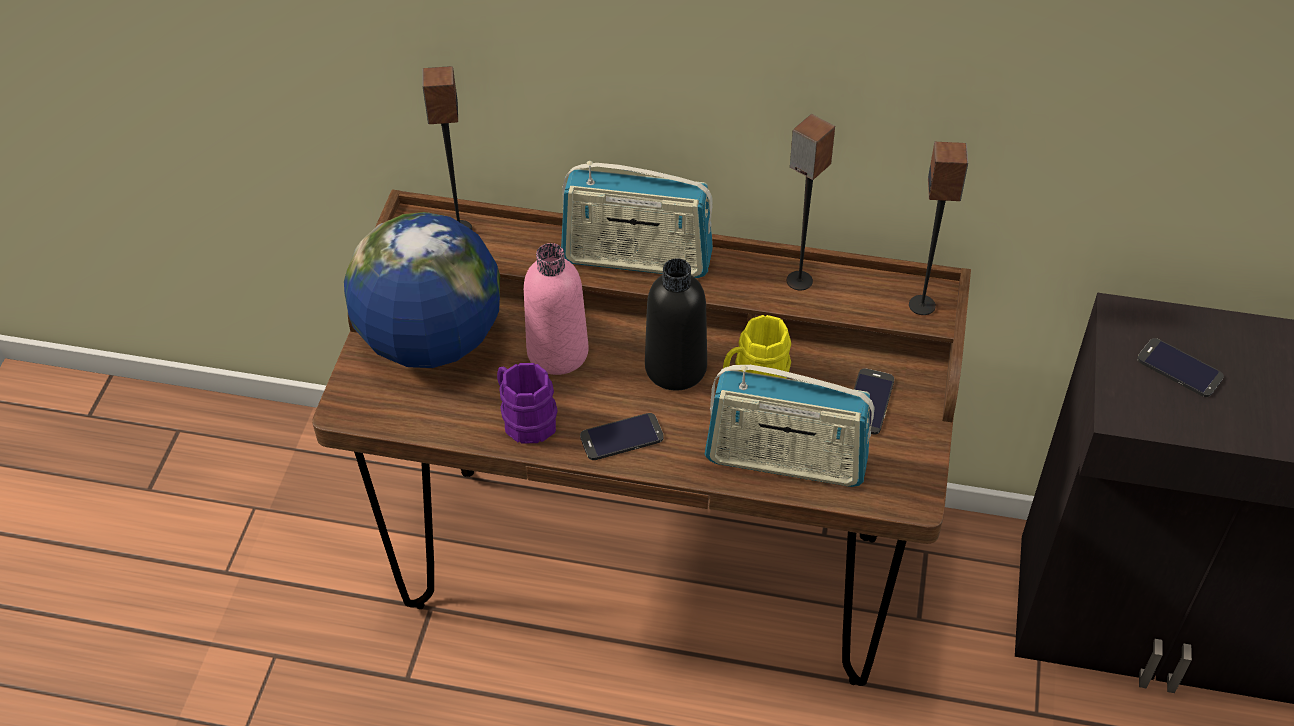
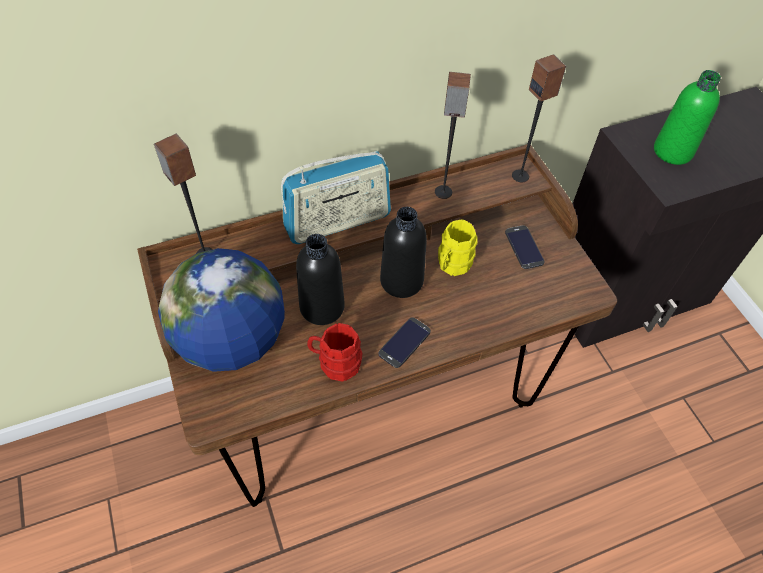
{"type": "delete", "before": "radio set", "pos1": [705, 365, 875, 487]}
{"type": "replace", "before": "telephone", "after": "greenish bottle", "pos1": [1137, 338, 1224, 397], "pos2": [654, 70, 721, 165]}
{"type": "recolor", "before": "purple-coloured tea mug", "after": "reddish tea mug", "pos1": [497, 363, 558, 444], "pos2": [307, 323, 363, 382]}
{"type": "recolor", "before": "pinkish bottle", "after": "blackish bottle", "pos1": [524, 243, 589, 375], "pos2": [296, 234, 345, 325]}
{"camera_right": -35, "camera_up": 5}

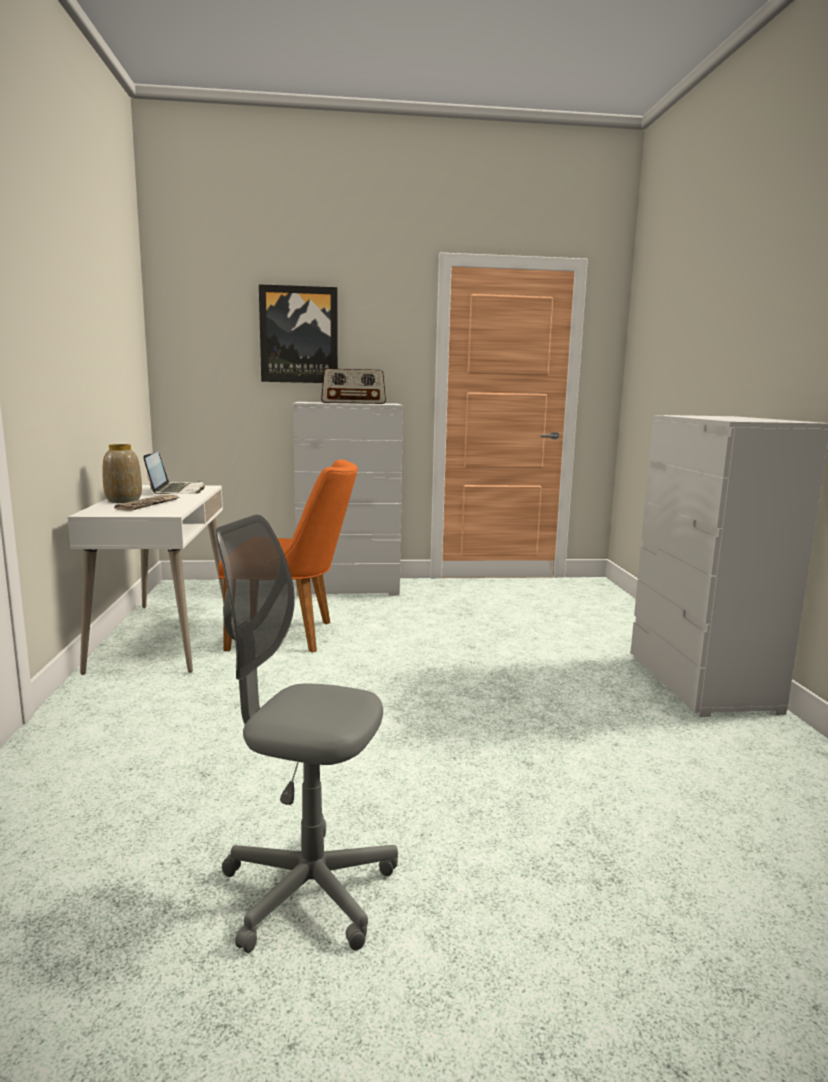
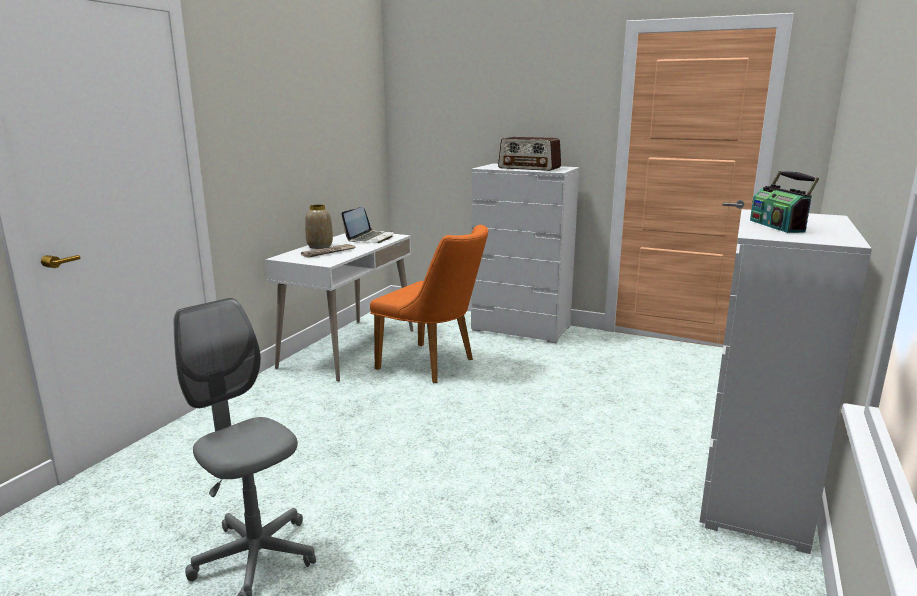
{"type": "delete", "before": "picture", "pos1": [259, 284, 338, 383]}
{"type": "insert", "after": "radio set", "pos2": [750, 171, 819, 233]}
{"camera_right": 30, "camera_up": 5}

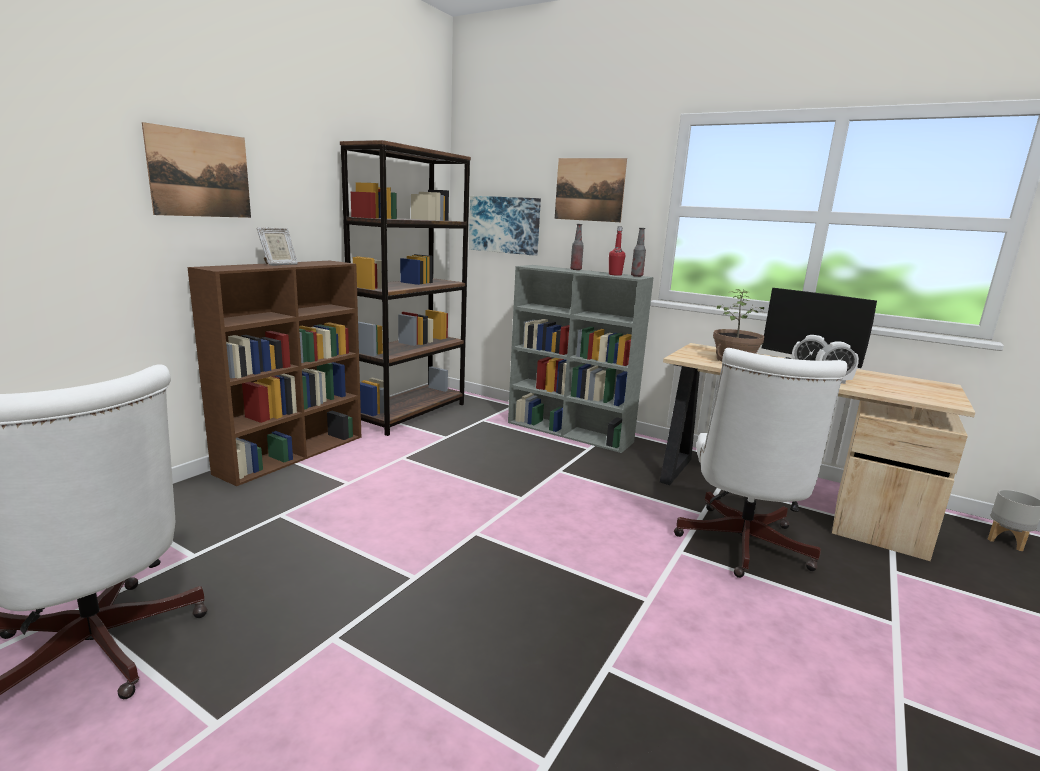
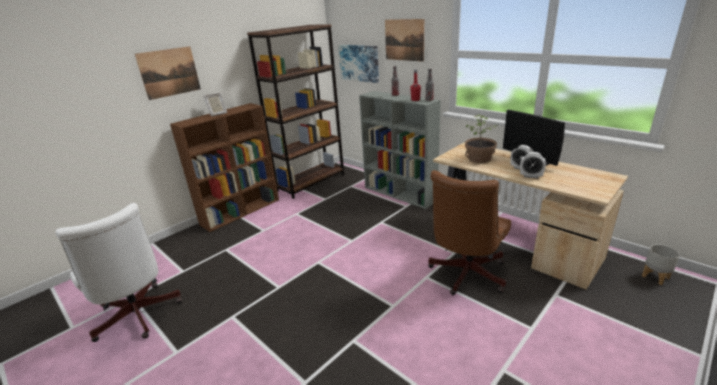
{"type": "recolor", "before": "white computer chair", "after": "brownish computer chair", "pos1": [674, 348, 847, 578], "pos2": [428, 170, 511, 295]}
{"camera_right": 15, "camera_up": 10}

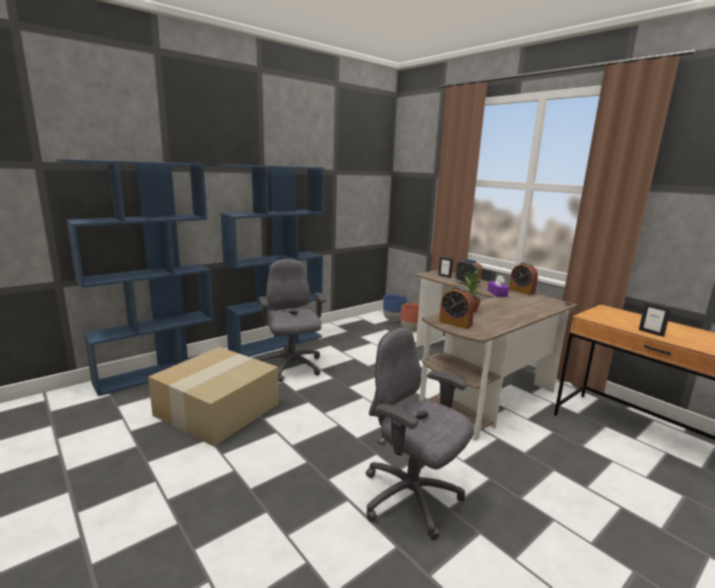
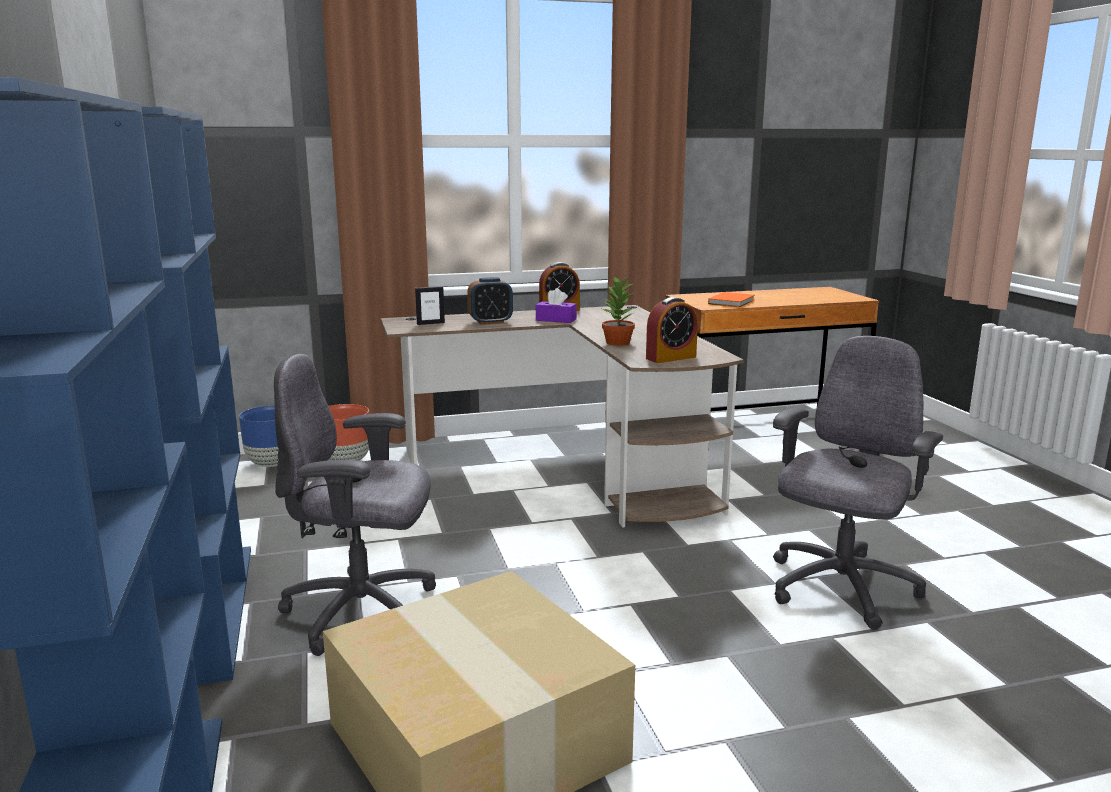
{"type": "delete", "before": "standing frame", "pos1": [639, 302, 671, 337]}
{"type": "insert", "after": "orangey bound book", "pos2": [708, 292, 755, 307]}
{"type": "rotate", "before": "grey computer chair", "pos1": [366, 328, 474, 540], "pos2": [773, 336, 943, 630], "turn": 150}
{"camera_right": -65, "camera_up": 0}

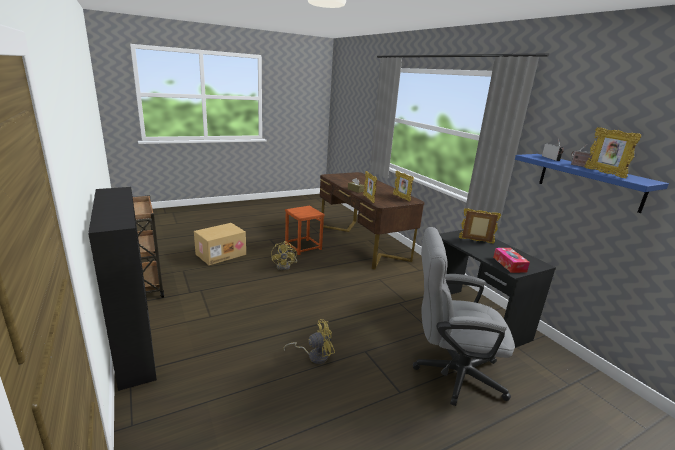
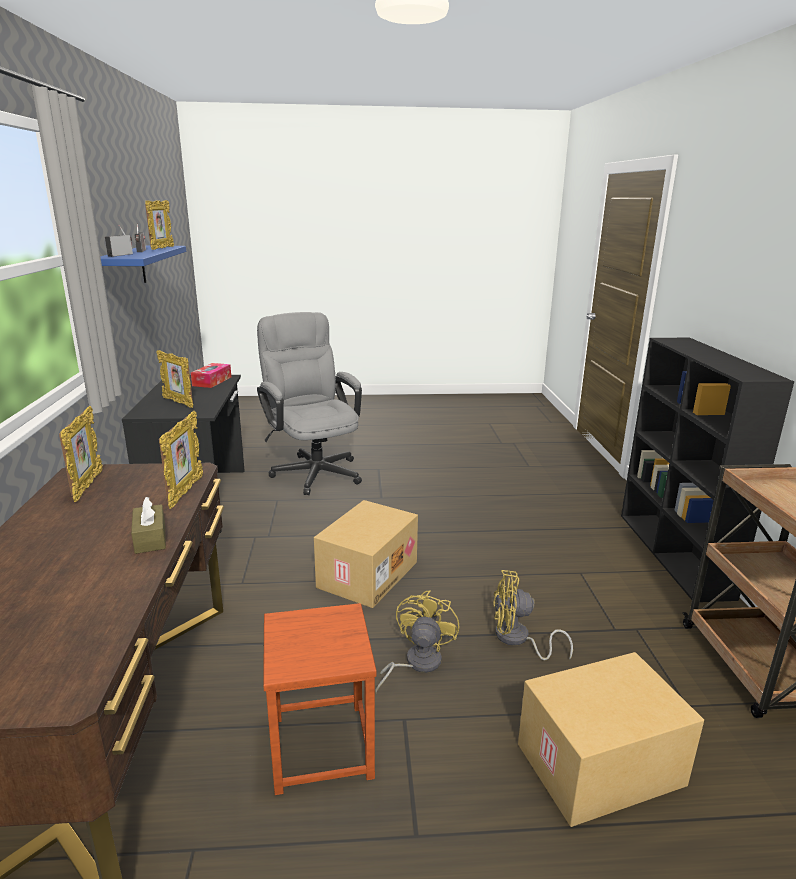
{"type": "insert", "after": "carton", "pos2": [314, 500, 418, 608]}
{"type": "move", "before": "yellowish fan", "pos1": [284, 319, 335, 364], "pos2": [493, 570, 573, 660]}
{"type": "rotate", "before": "grey computer chair", "pos1": [413, 227, 515, 406], "pos2": [257, 312, 362, 495], "turn": -150}
{"camera_right": -155, "camera_up": 0}

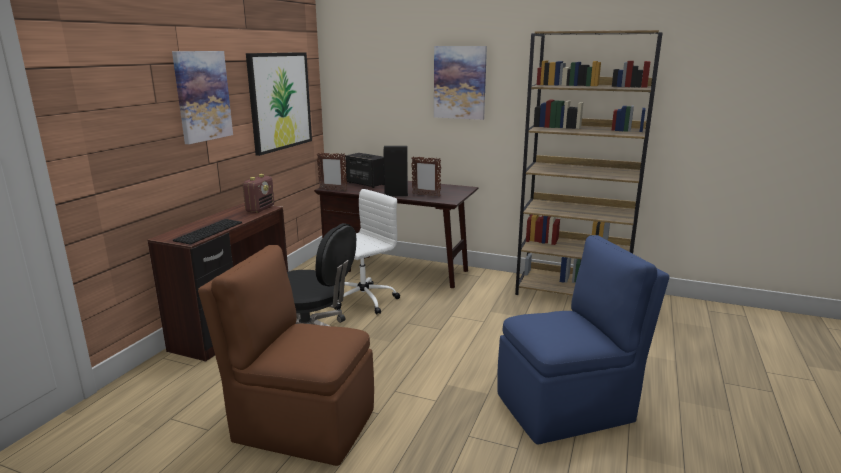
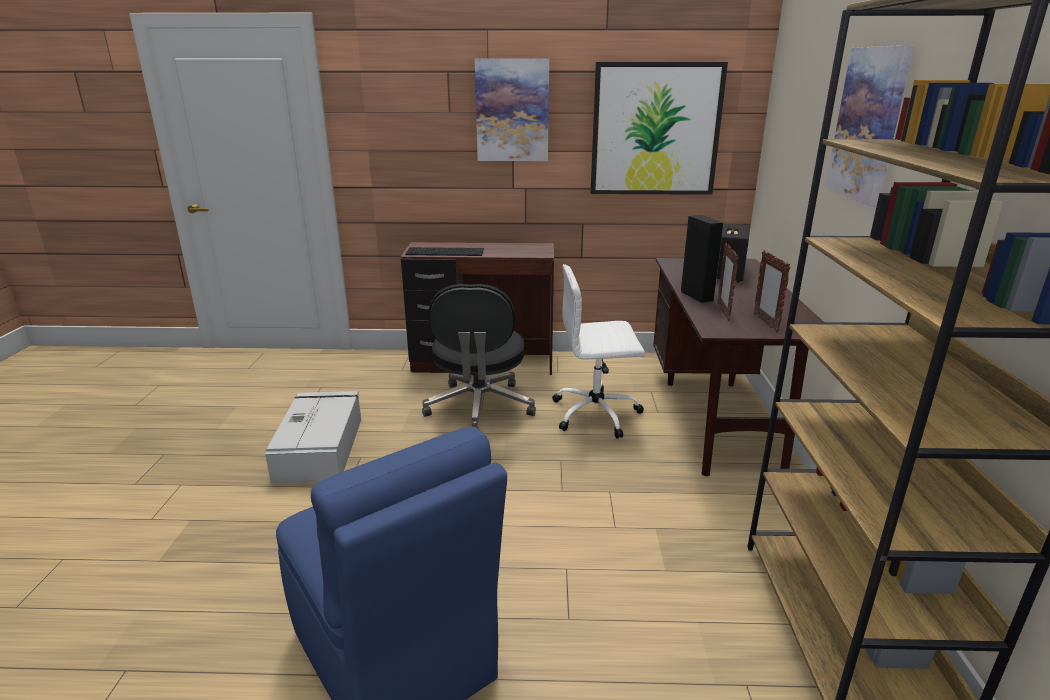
{"type": "delete", "before": "radio set", "pos1": [243, 174, 274, 213]}
{"type": "move", "before": "standing frame", "pos1": [316, 153, 347, 191], "pos2": [754, 250, 791, 332]}
{"type": "replace", "before": "brownish upright chair", "after": "grey storage box", "pos1": [198, 245, 374, 466], "pos2": [265, 391, 361, 484]}
{"type": "rotate", "before": "white computer chair", "pos1": [334, 189, 400, 314], "pos2": [552, 264, 645, 439], "turn": 150}
{"camera_right": 70, "camera_up": 5}

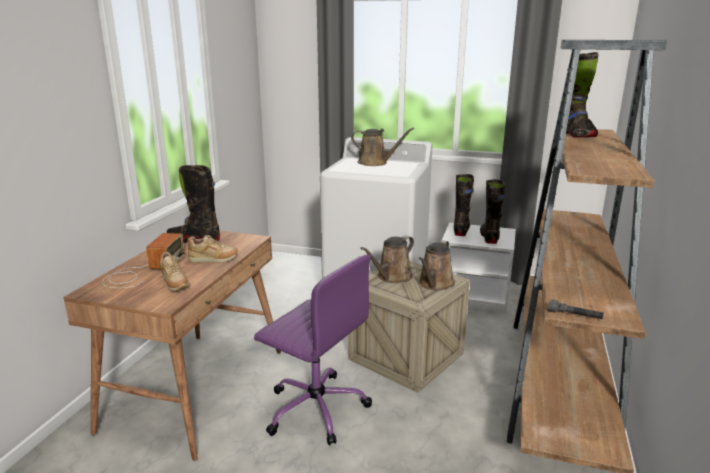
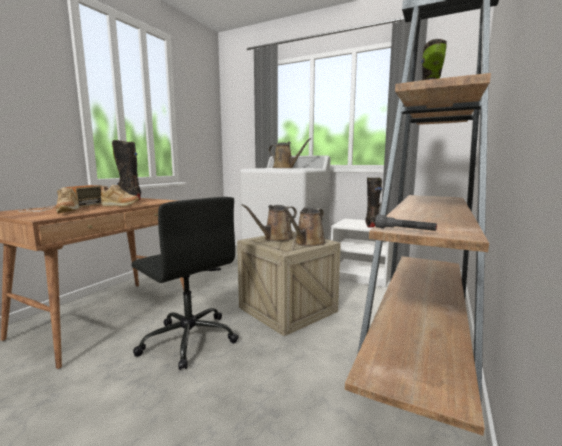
{"type": "delete", "before": "blackish high-top boot", "pos1": [454, 174, 474, 236]}
{"type": "recolor", "before": "purple-coloured computer chair", "after": "blackish computer chair", "pos1": [254, 255, 372, 446], "pos2": [132, 197, 239, 370]}
{"camera_right": 10, "camera_up": -10}

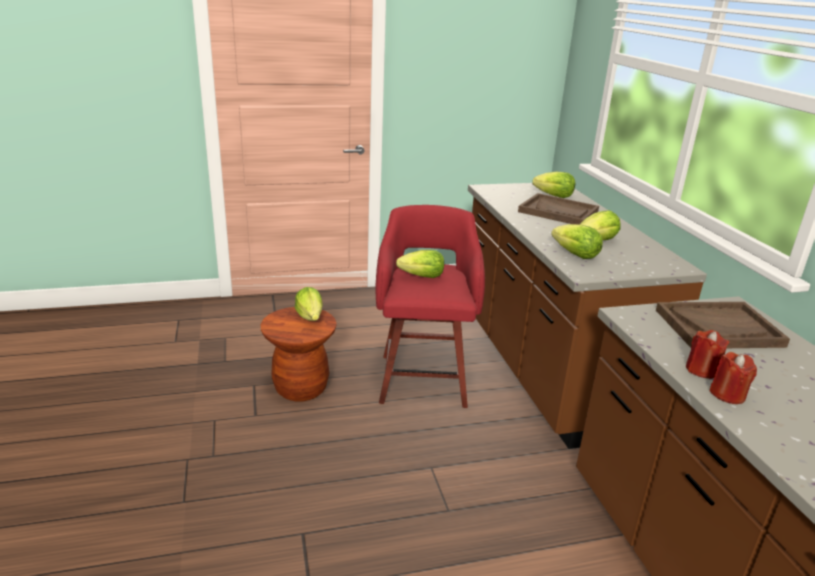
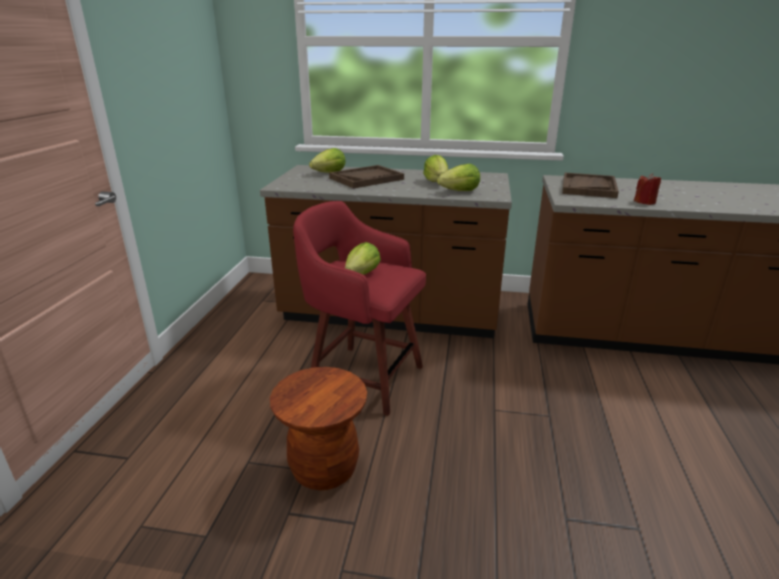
{"type": "delete", "before": "lettuce head", "pos1": [295, 287, 323, 321]}
{"type": "delete", "before": "reddish candle", "pos1": [709, 352, 757, 404]}
{"camera_right": -65, "camera_up": 0}

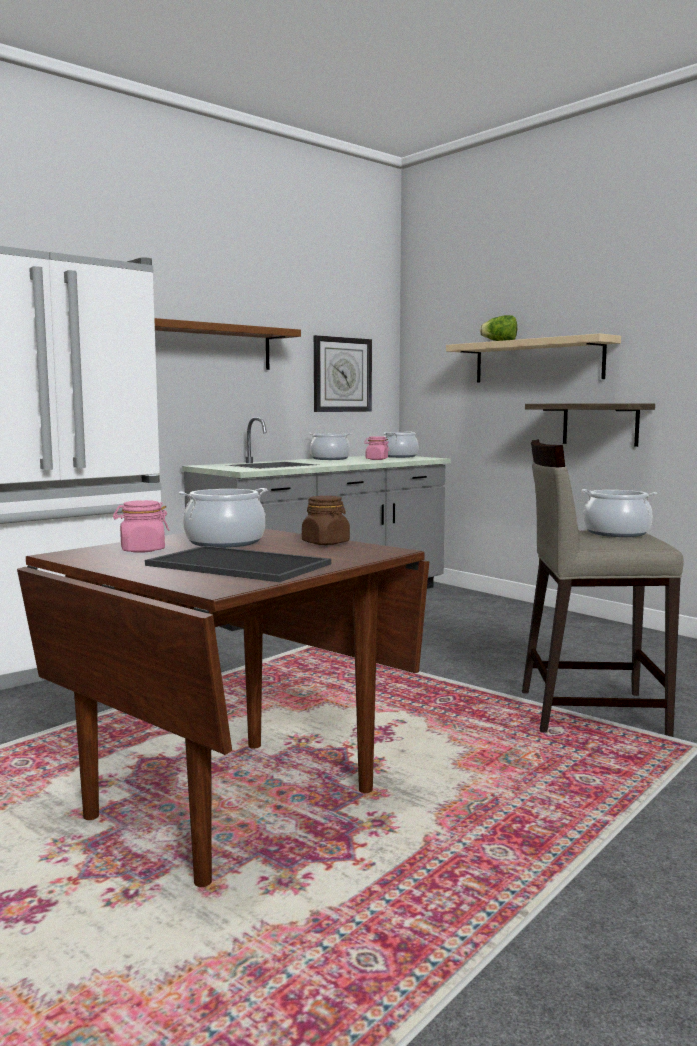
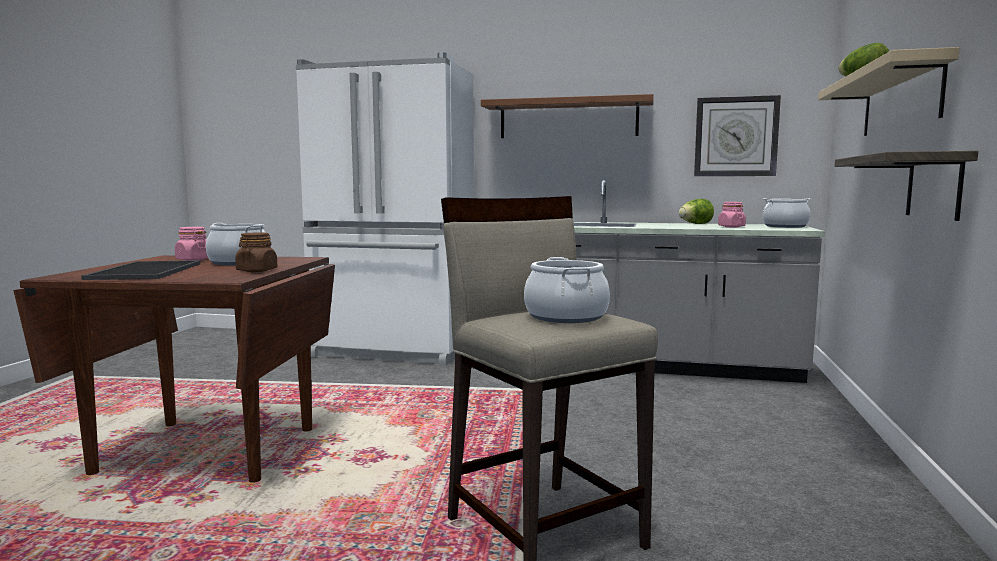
{"type": "replace", "before": "saucepot", "after": "lettuce head", "pos1": [308, 433, 352, 460], "pos2": [678, 199, 714, 224]}
{"camera_right": 55, "camera_up": 0}

